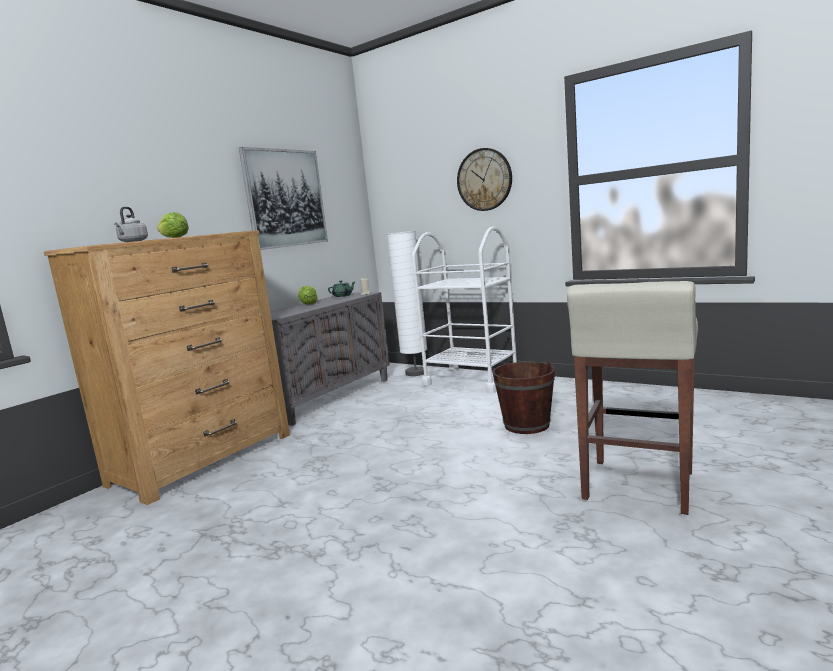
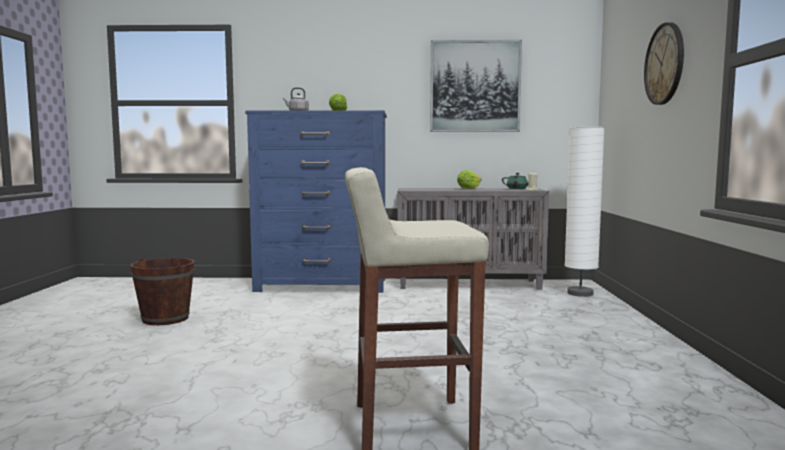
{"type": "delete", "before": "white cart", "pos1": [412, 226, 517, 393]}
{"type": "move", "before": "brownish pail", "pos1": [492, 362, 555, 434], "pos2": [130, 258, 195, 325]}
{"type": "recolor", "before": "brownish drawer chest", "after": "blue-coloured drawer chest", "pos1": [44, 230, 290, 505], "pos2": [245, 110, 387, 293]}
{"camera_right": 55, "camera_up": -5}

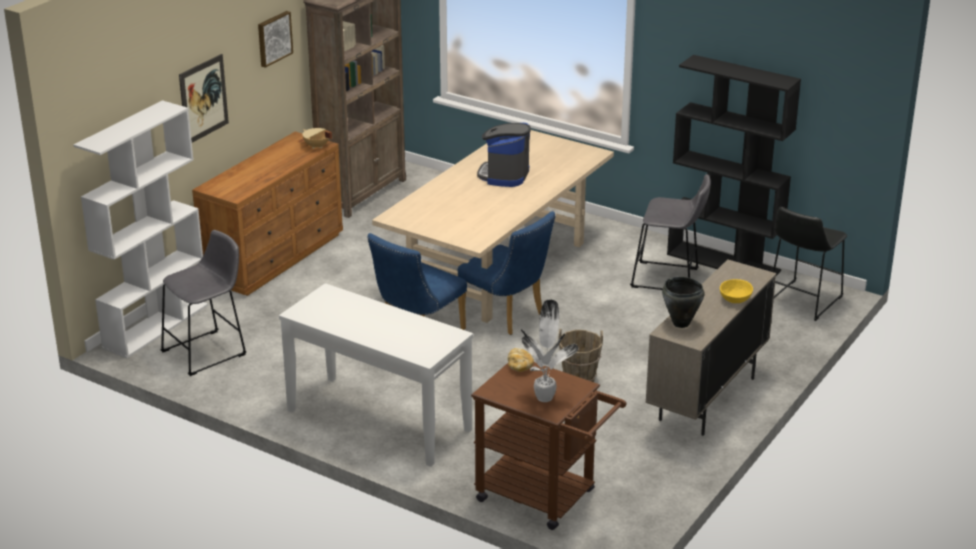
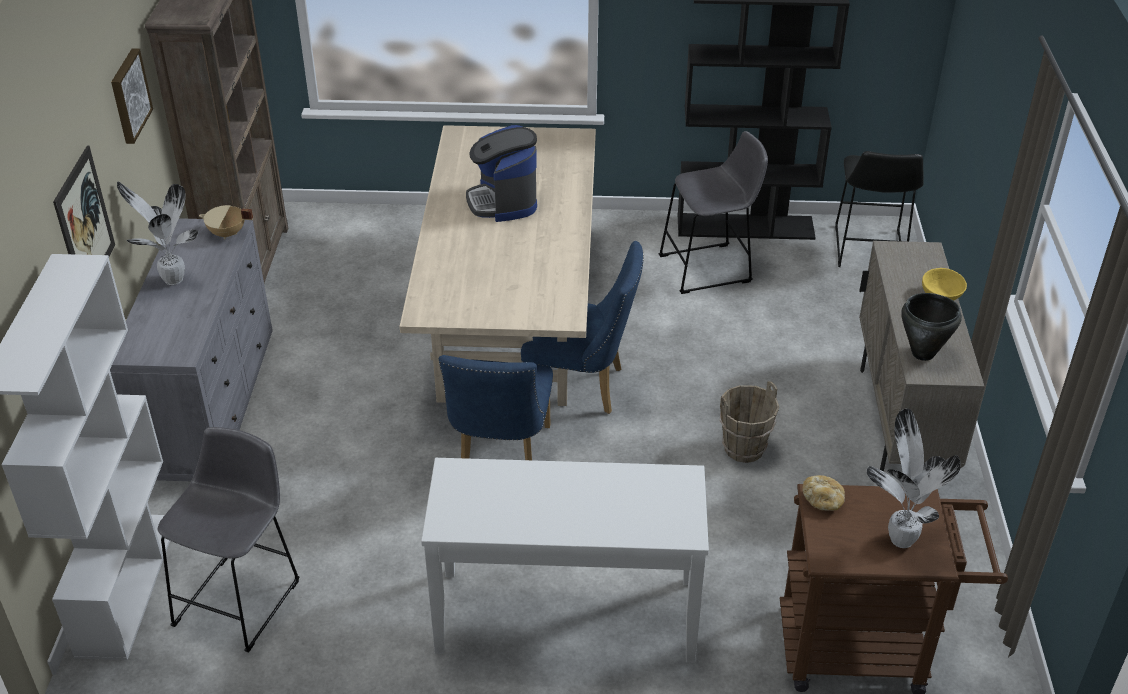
{"type": "insert", "after": "potted plant", "pos2": [117, 181, 198, 285]}
{"type": "recolor", "before": "brownish drawer chest", "after": "grey drawer chest", "pos1": [192, 131, 343, 296], "pos2": [110, 218, 273, 481]}
{"camera_right": -30, "camera_up": 10}

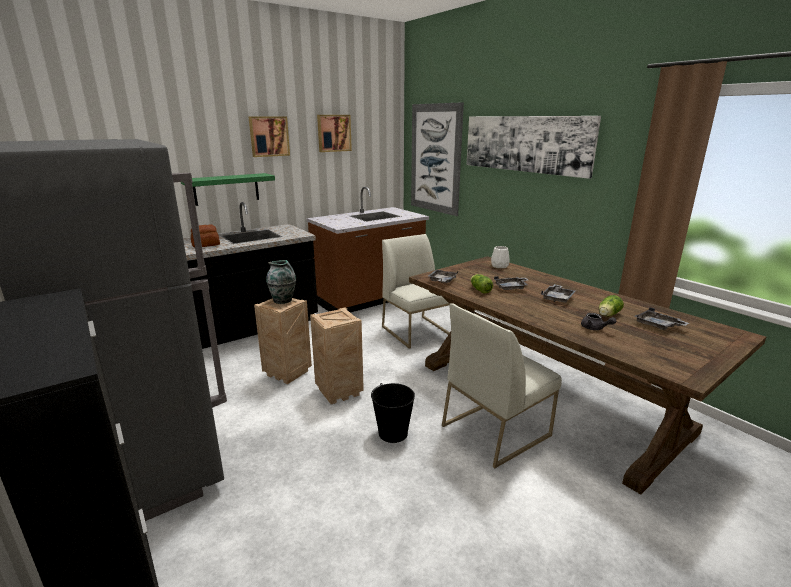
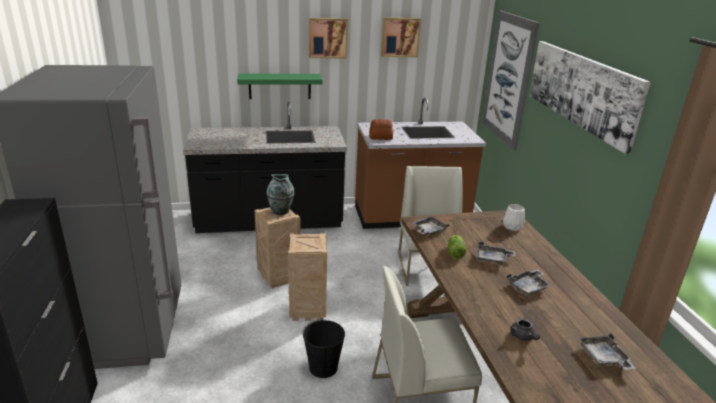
{"type": "delete", "before": "lettuce head", "pos1": [599, 295, 624, 316]}
{"type": "move", "before": "bakery bread", "pos1": [191, 224, 220, 247], "pos2": [369, 119, 393, 140]}
{"camera_right": 25, "camera_up": 5}

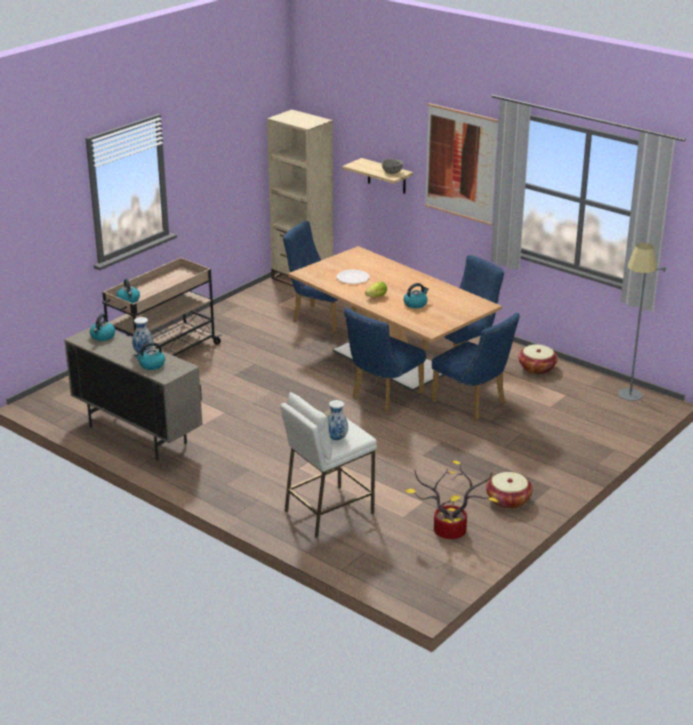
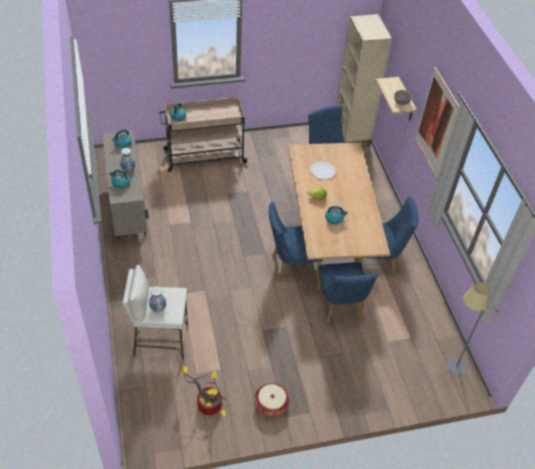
{"type": "delete", "before": "household basket", "pos1": [518, 344, 558, 374]}
{"camera_right": 35, "camera_up": 20}

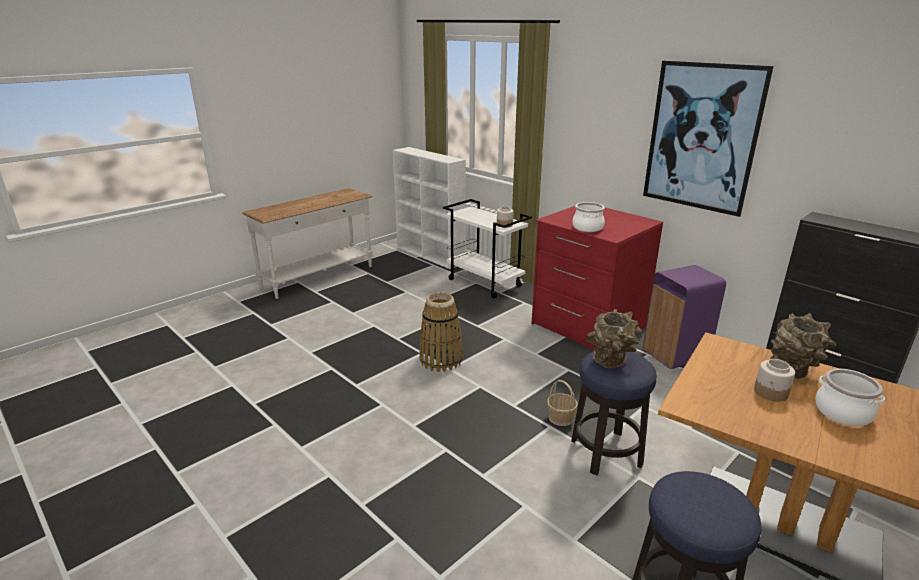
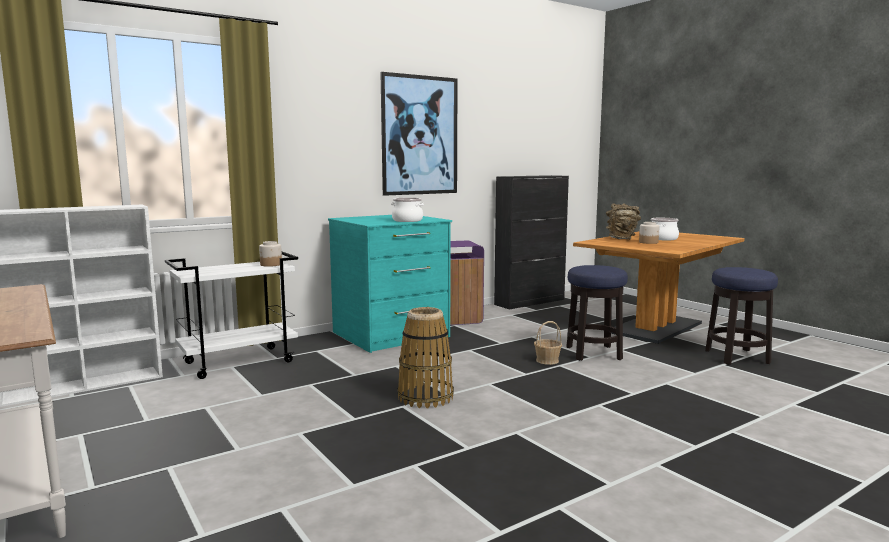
{"type": "delete", "before": "brownish vase", "pos1": [586, 309, 642, 368]}
{"type": "recolor", "before": "reddish drawer chest", "after": "turquoise drawer chest", "pos1": [531, 206, 663, 349], "pos2": [328, 215, 452, 353]}
{"camera_right": -80, "camera_up": -15}

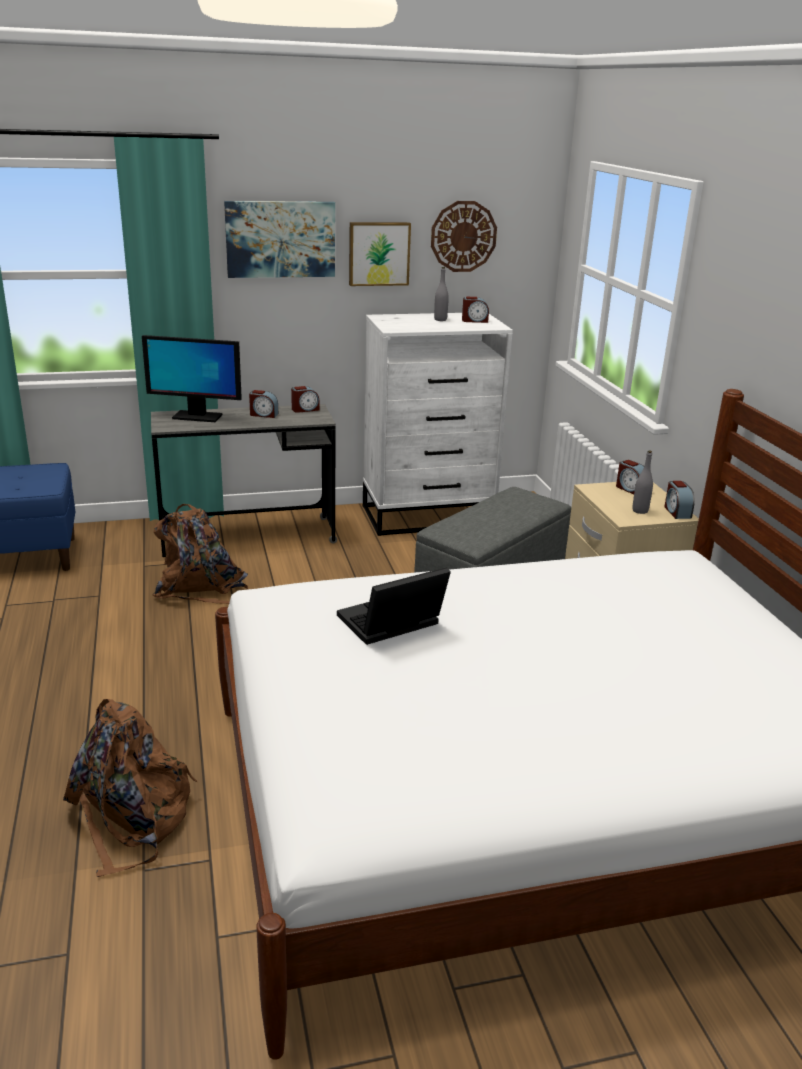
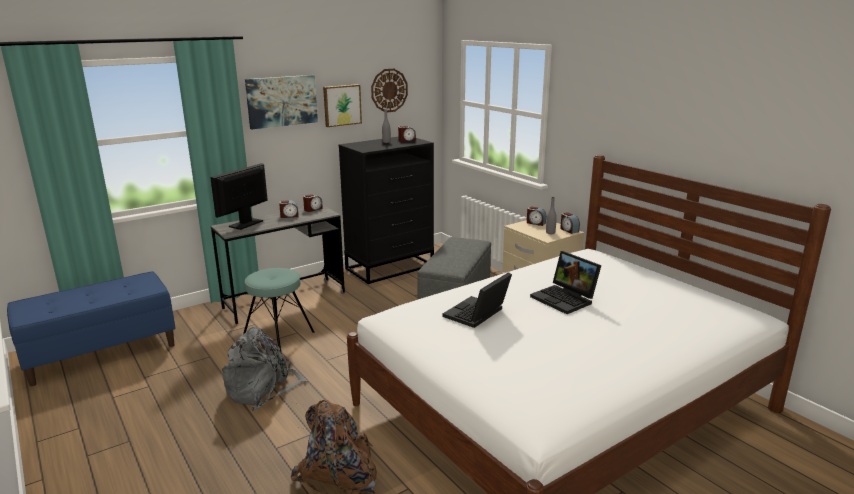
{"type": "insert", "after": "grey rucksack", "pos2": [222, 327, 308, 411]}
{"type": "insert", "after": "notebook computer", "pos2": [530, 251, 601, 314]}
{"type": "replace", "before": "brownish rucksack", "after": "turquoise sitting stool", "pos1": [153, 504, 248, 604], "pos2": [243, 268, 315, 354]}
{"type": "recolor", "before": "white drawer chest", "after": "blackish drawer chest", "pos1": [363, 313, 513, 536], "pos2": [338, 137, 434, 284]}
{"type": "rotate", "before": "computer display", "pos1": [142, 335, 242, 422], "pos2": [210, 163, 268, 230], "turn": 135}
{"camera_right": -20, "camera_up": -5}

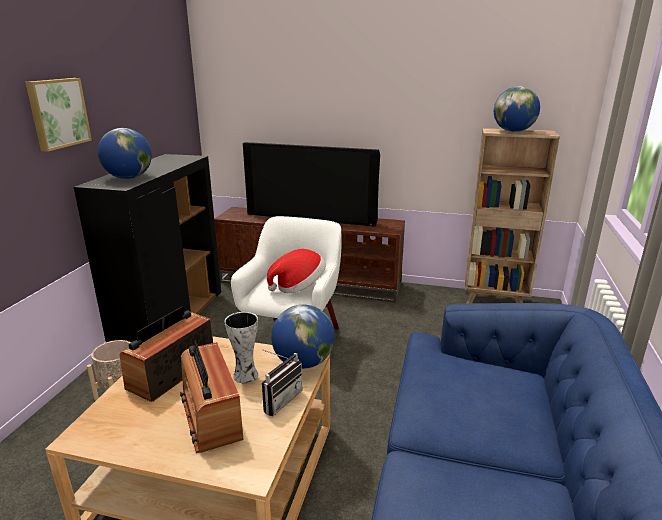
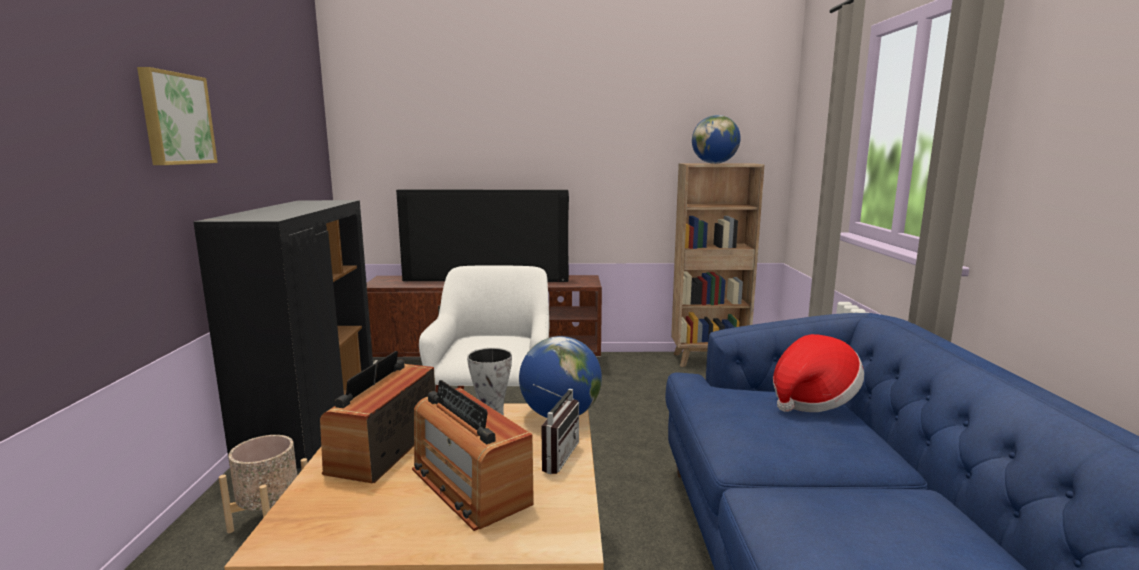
{"type": "delete", "before": "desk globe", "pos1": [98, 128, 152, 179]}
{"type": "move", "before": "hat", "pos1": [267, 249, 326, 293], "pos2": [773, 334, 864, 412]}
{"camera_right": -15, "camera_up": -10}

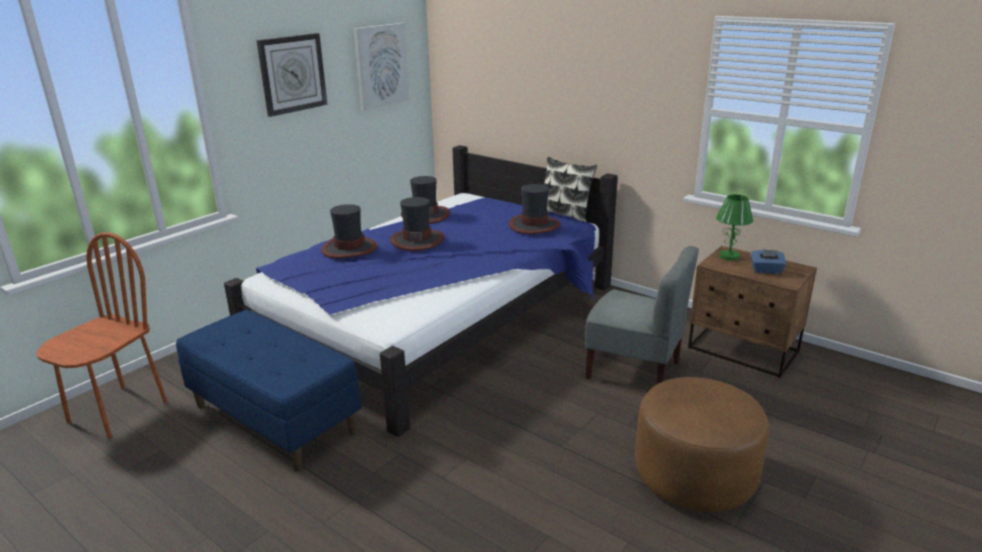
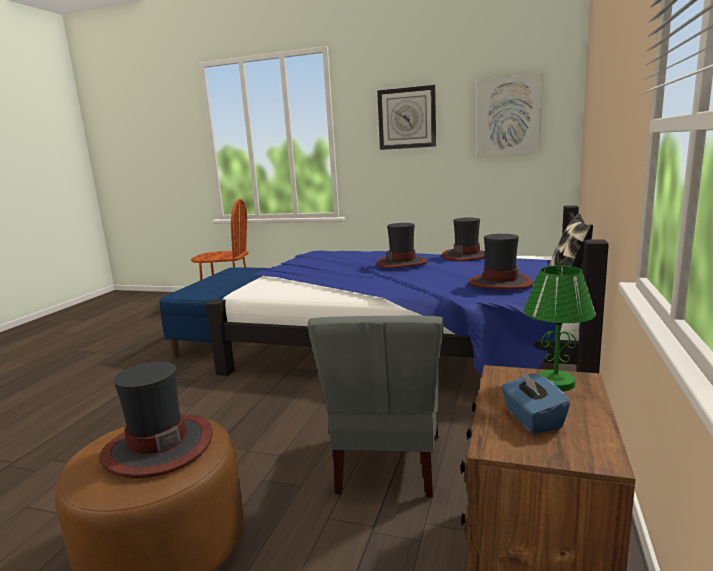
{"type": "move", "before": "hat", "pos1": [321, 204, 377, 259], "pos2": [99, 362, 213, 478]}
{"camera_right": 70, "camera_up": -10}

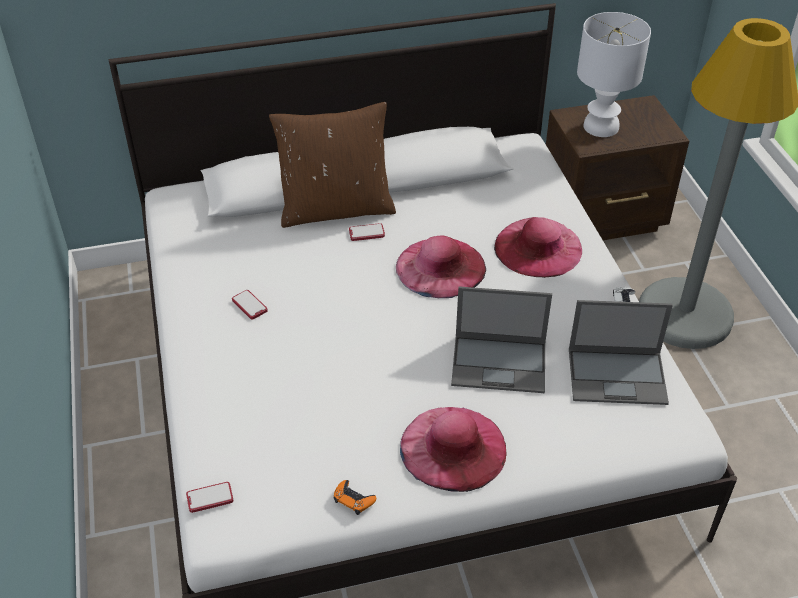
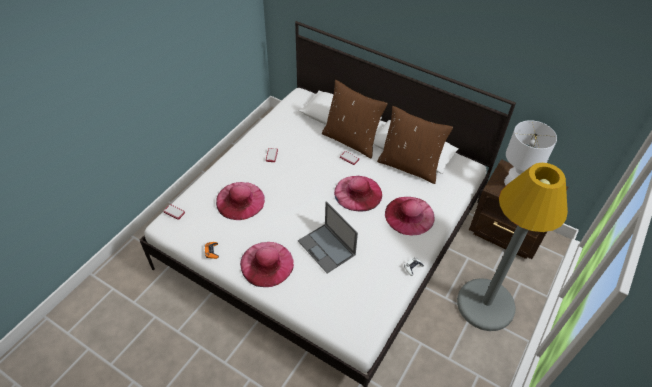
{"type": "delete", "before": "notebook computer", "pos1": [569, 300, 673, 405]}
{"type": "insert", "after": "pinkish hat", "pos2": [216, 182, 265, 220]}
{"type": "insert", "after": "brownish pillow", "pos2": [377, 106, 453, 184]}
{"camera_right": 45, "camera_up": 5}

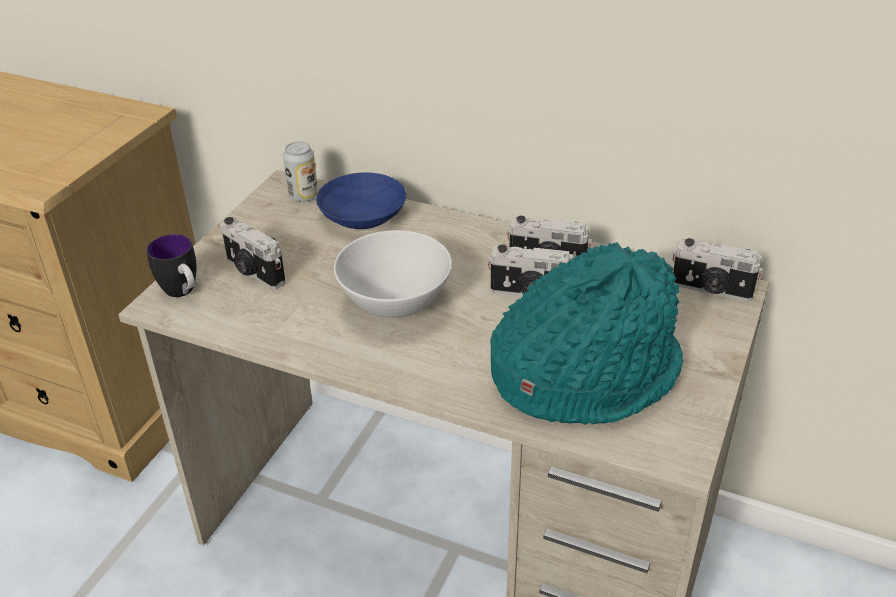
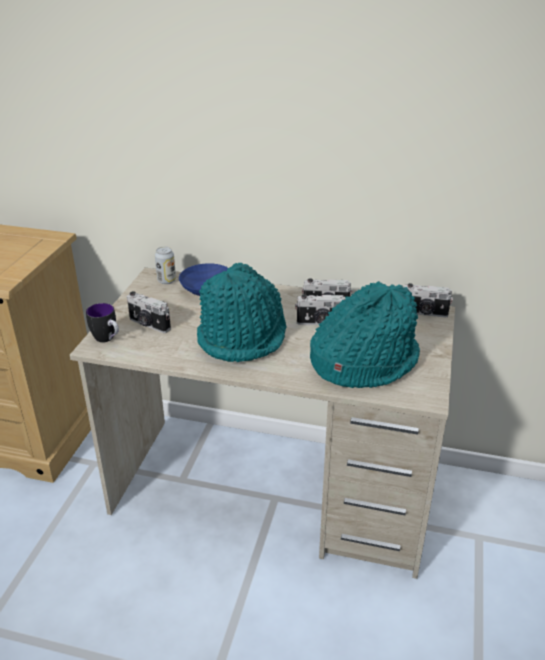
{"type": "replace", "before": "white deep dish", "after": "turquoise hat", "pos1": [334, 230, 452, 318], "pos2": [197, 263, 287, 362]}
{"camera_right": -10, "camera_up": -5}

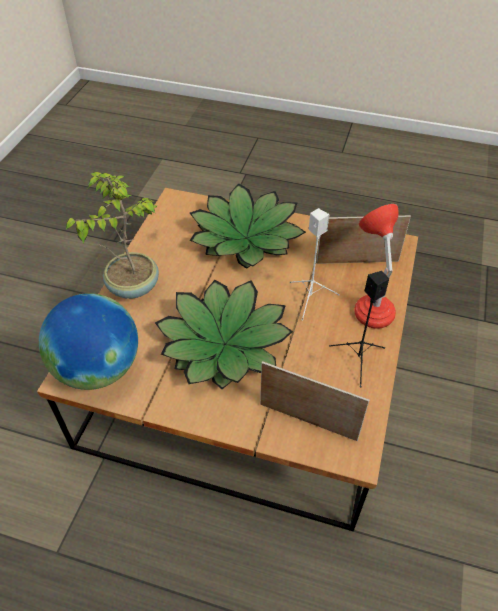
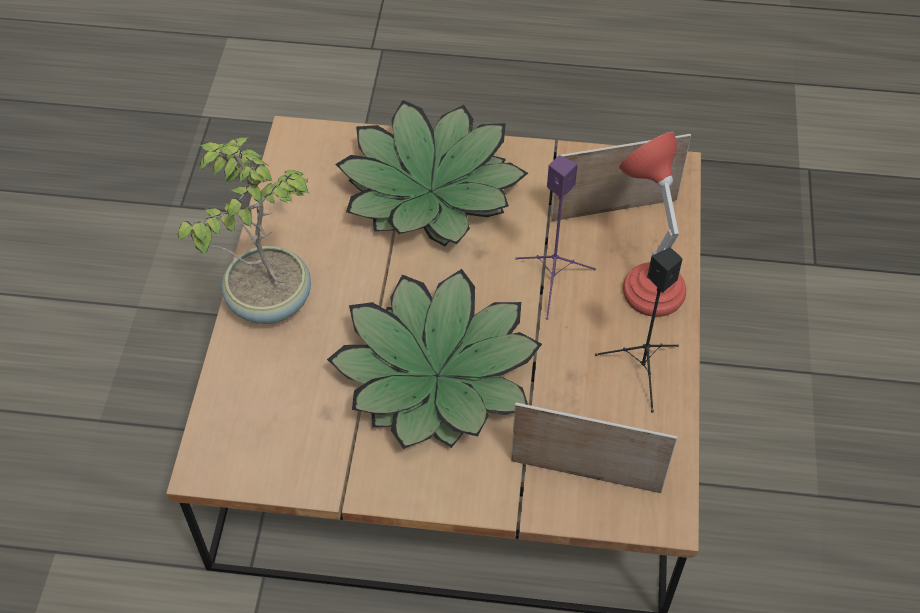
{"type": "delete", "before": "desk globe", "pos1": [39, 293, 138, 390]}
{"type": "recolor", "before": "white loudspeaker", "after": "purple-coloured loudspeaker", "pos1": [290, 208, 340, 321], "pos2": [515, 155, 596, 320]}
{"camera_right": -10, "camera_up": 5}

